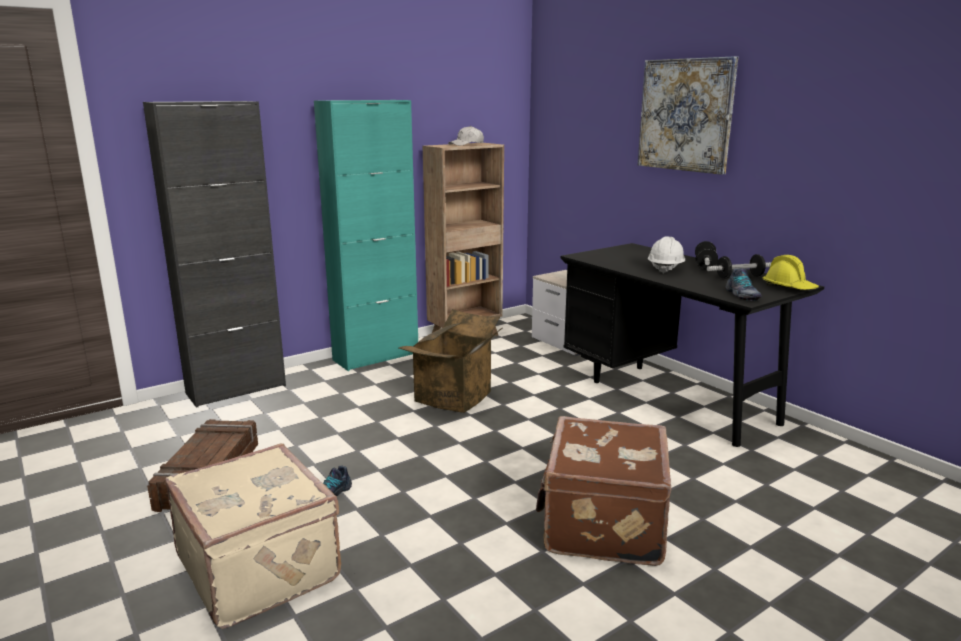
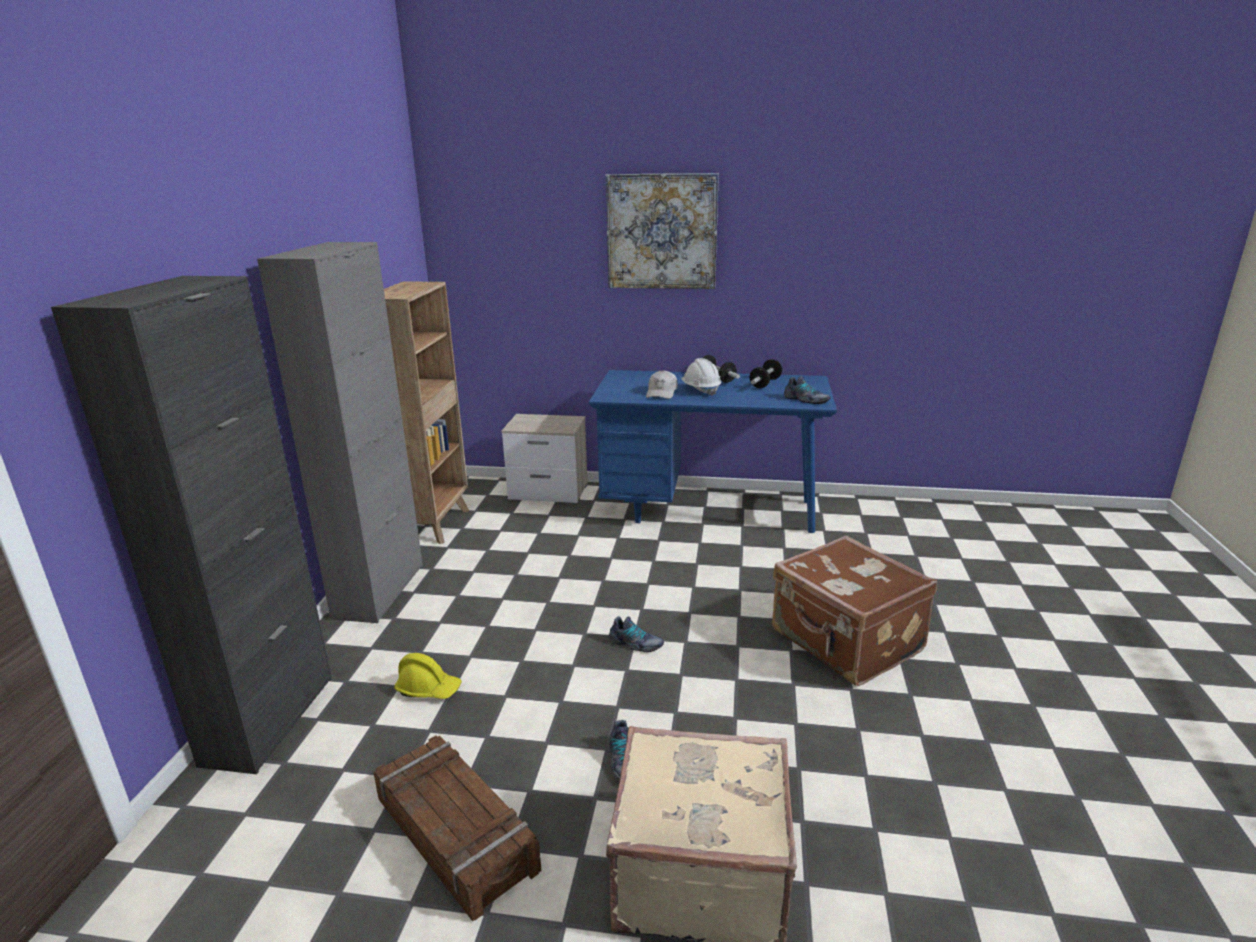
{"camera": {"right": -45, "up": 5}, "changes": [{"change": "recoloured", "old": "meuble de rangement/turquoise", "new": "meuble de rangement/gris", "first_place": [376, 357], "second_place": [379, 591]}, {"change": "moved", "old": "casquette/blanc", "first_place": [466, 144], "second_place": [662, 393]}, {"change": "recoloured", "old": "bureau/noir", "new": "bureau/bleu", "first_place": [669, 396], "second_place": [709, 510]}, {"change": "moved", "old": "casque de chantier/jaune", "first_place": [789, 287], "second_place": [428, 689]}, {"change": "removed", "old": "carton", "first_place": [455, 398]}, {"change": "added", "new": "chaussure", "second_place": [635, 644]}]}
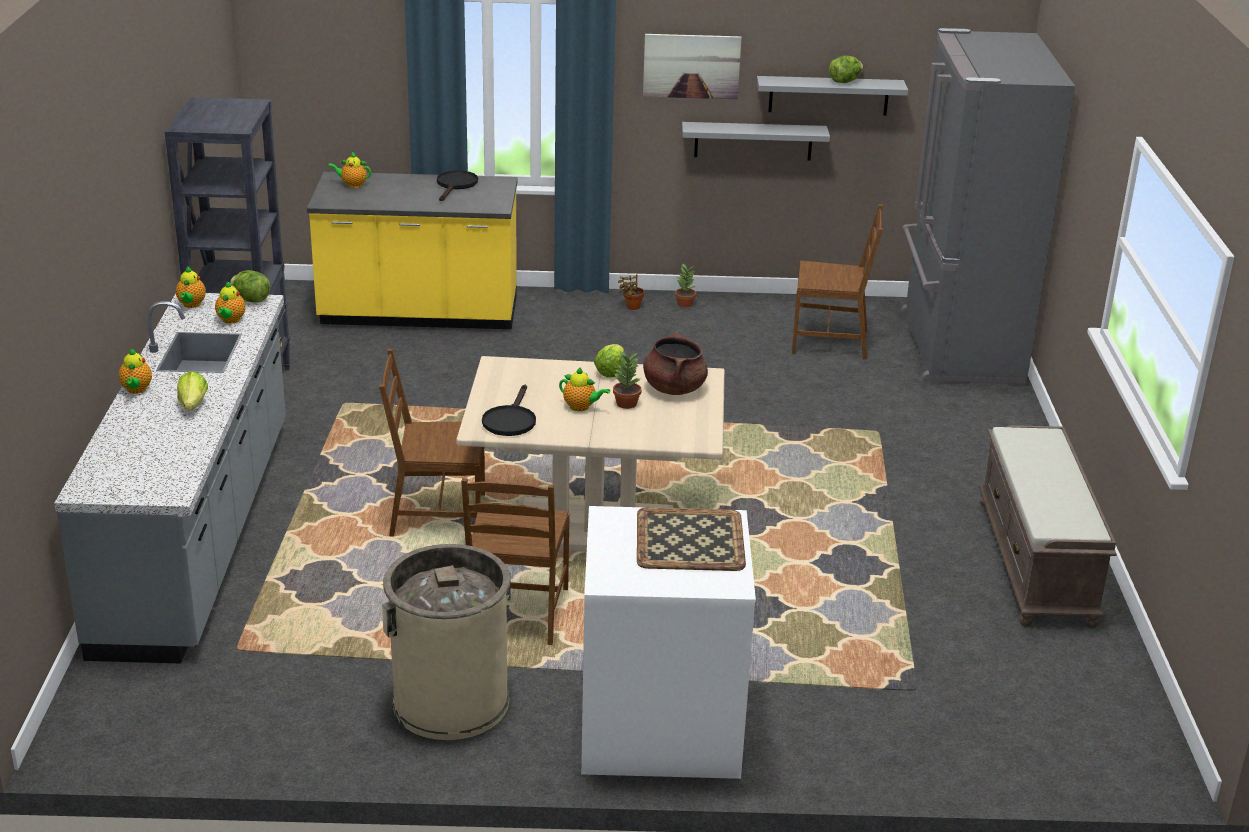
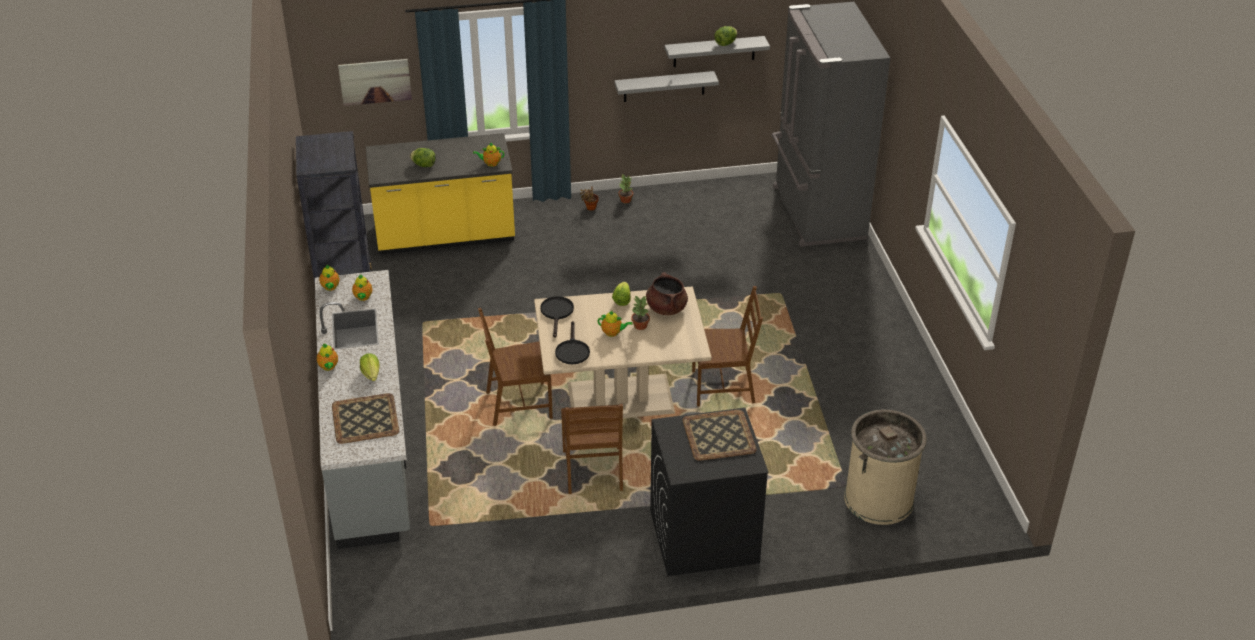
{"camera": {"right": -10, "up": 10}, "changes": [{"change": "moved", "old": "tableau", "first_place": [691, 66], "second_place": [375, 81]}, {"change": "moved", "old": "théière", "first_place": [352, 185], "second_place": [490, 163]}, {"change": "moved", "old": "poêle/noir", "first_place": [455, 185], "second_place": [557, 313]}, {"change": "moved", "old": "chaise/marron", "first_place": [830, 341], "second_place": [723, 387]}, {"change": "moved", "old": "laitue", "first_place": [251, 300], "second_place": [424, 165]}, {"change": "removed", "old": "banc/marron", "first_place": [1037, 562]}, {"change": "recoloured", "old": "lave-linge/blanc", "new": "lave-linge/noir", "first_place": [658, 727], "second_place": [703, 537]}, {"change": "moved", "old": "poubelle/beige", "first_place": [450, 701], "second_place": [878, 499]}, {"change": "added", "new": "plateau", "second_place": [366, 419]}]}
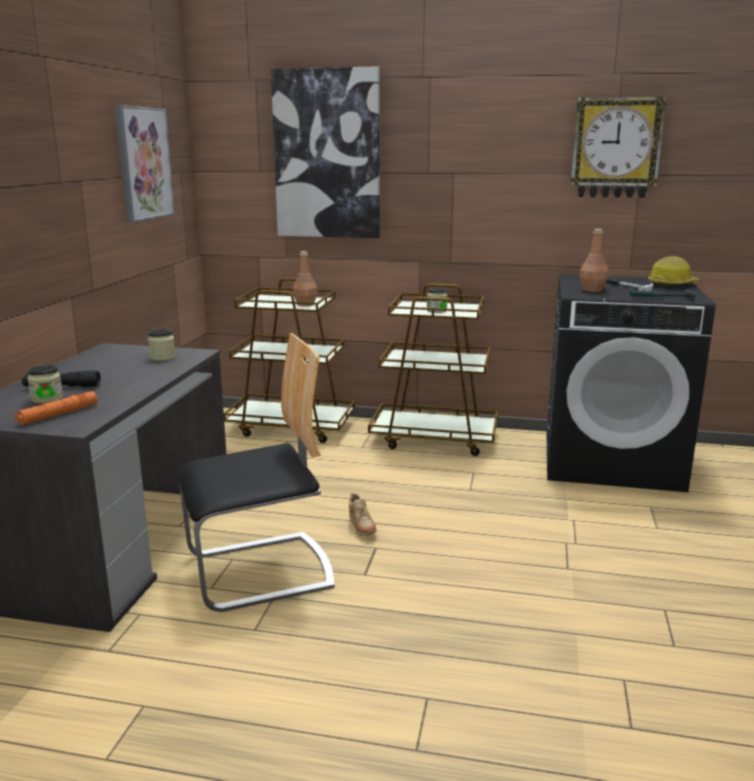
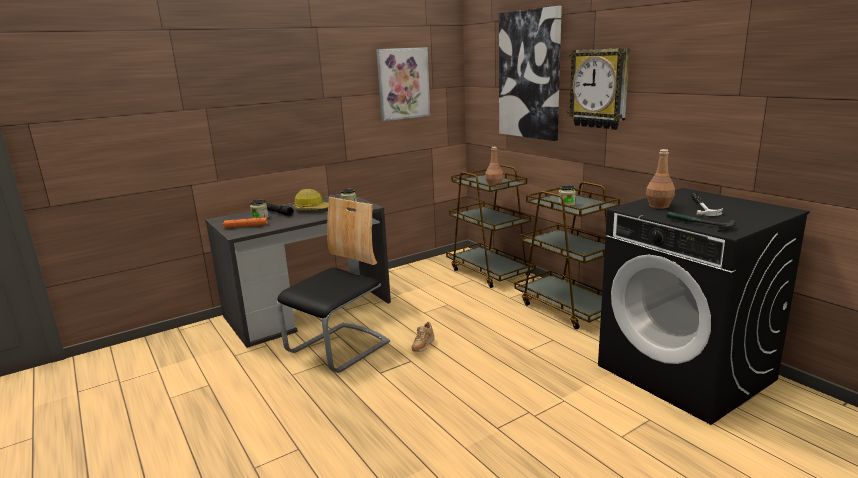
{"camera": {"right": 45, "up": 0}, "changes": [{"change": "moved", "old": "horloge murale", "first_place": [616, 148], "second_place": [599, 88]}, {"change": "moved", "old": "casque de chantier", "first_place": [671, 284], "second_place": [312, 209]}, {"change": "turned", "old": "chaise", "first_place": [260, 571], "second_place": [339, 348], "degrees": -75}]}
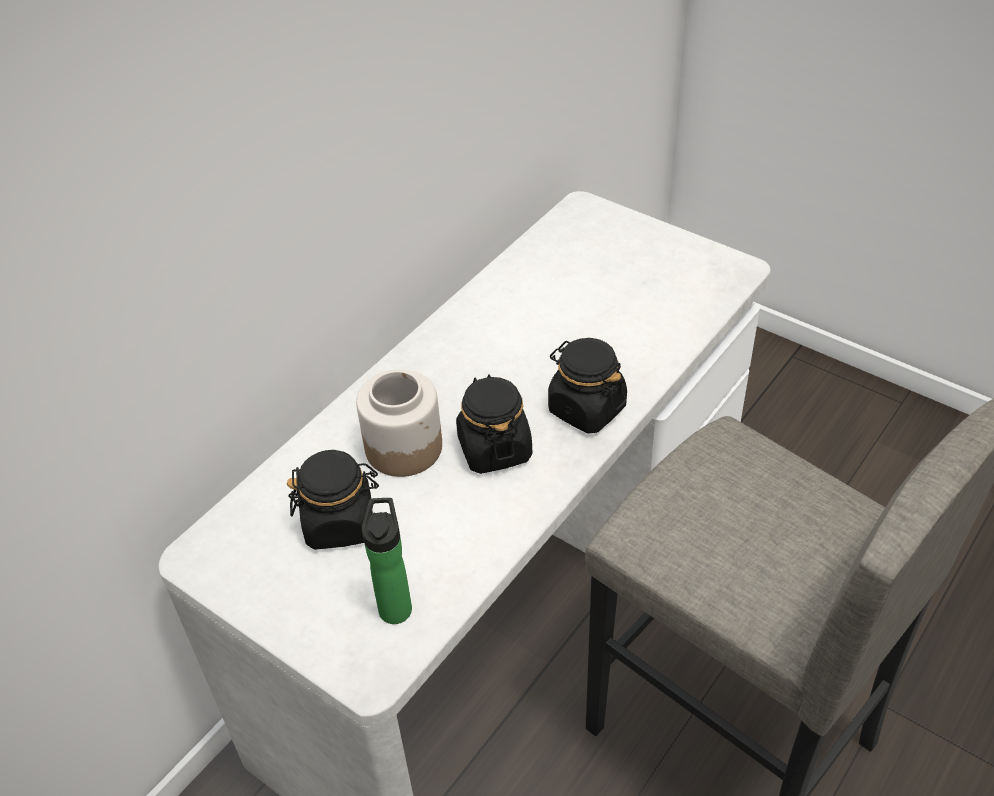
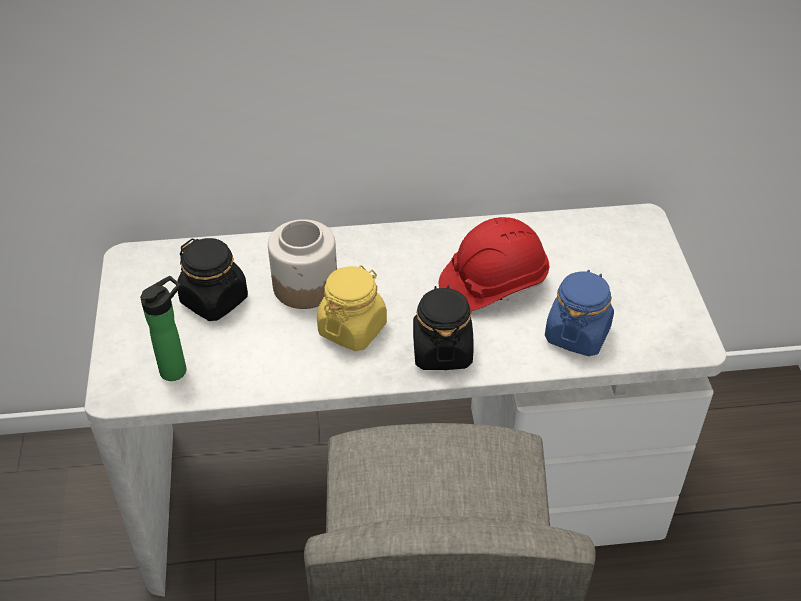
{"camera": {"right": 45, "up": 0}, "changes": [{"change": "recoloured", "old": "bocal/noir", "new": "bocal/jaune", "first_place": [494, 448], "second_place": [352, 328]}, {"change": "added", "new": "casque de chantier/rouge", "second_place": [493, 284]}, {"change": "added", "new": "bocal/bleu", "second_place": [577, 334]}]}
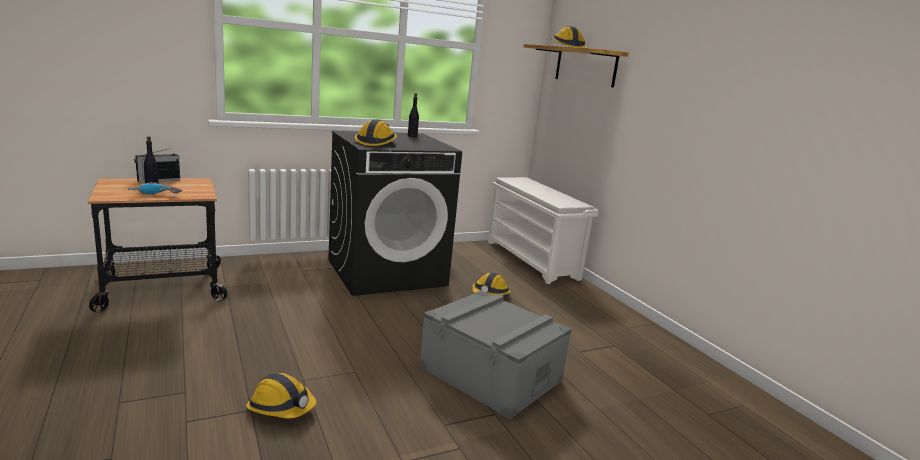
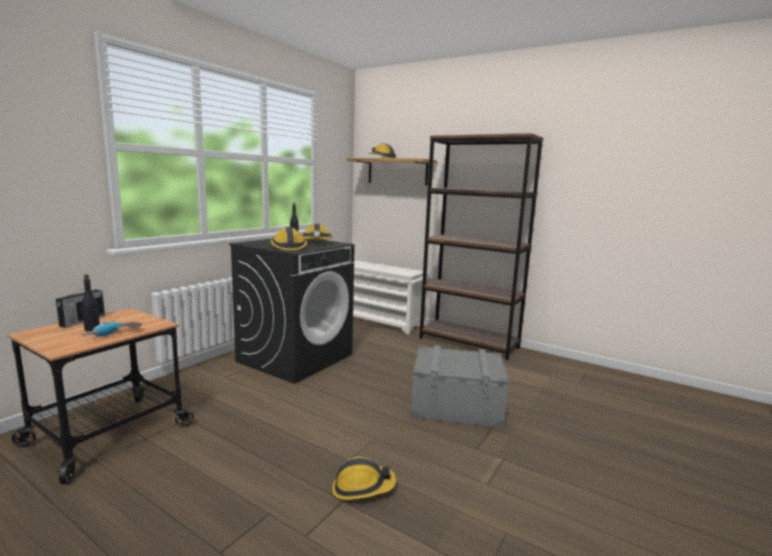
{"camera": {"right": -30, "up": -5}, "changes": [{"change": "moved", "old": "casque de chantier", "first_place": [490, 294], "second_place": [317, 242]}, {"change": "added", "new": "bibliothèque/marron", "second_place": [469, 343]}]}
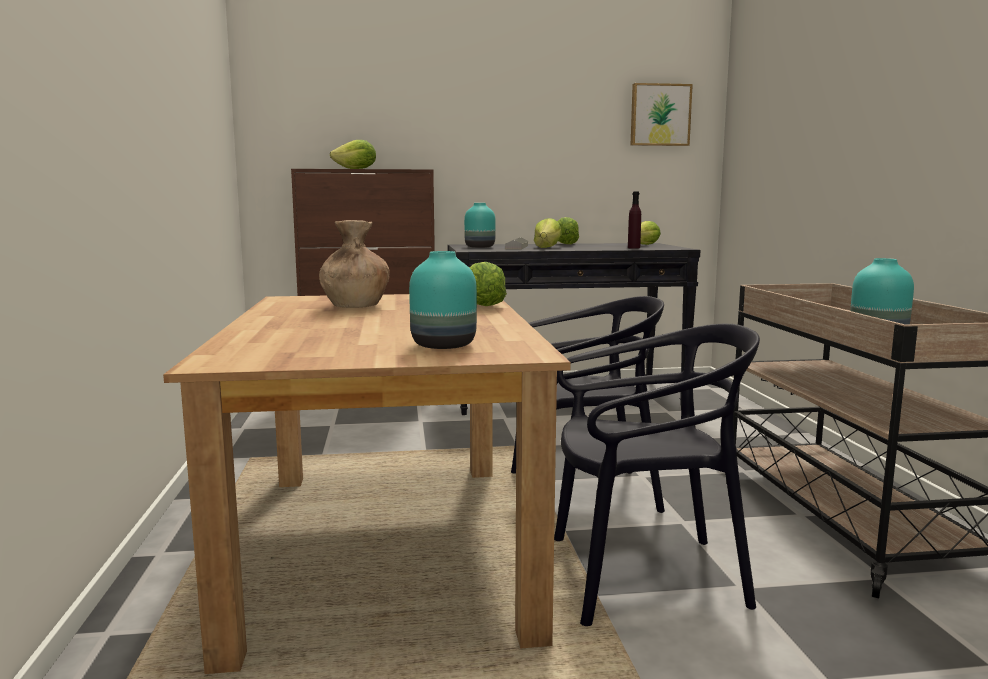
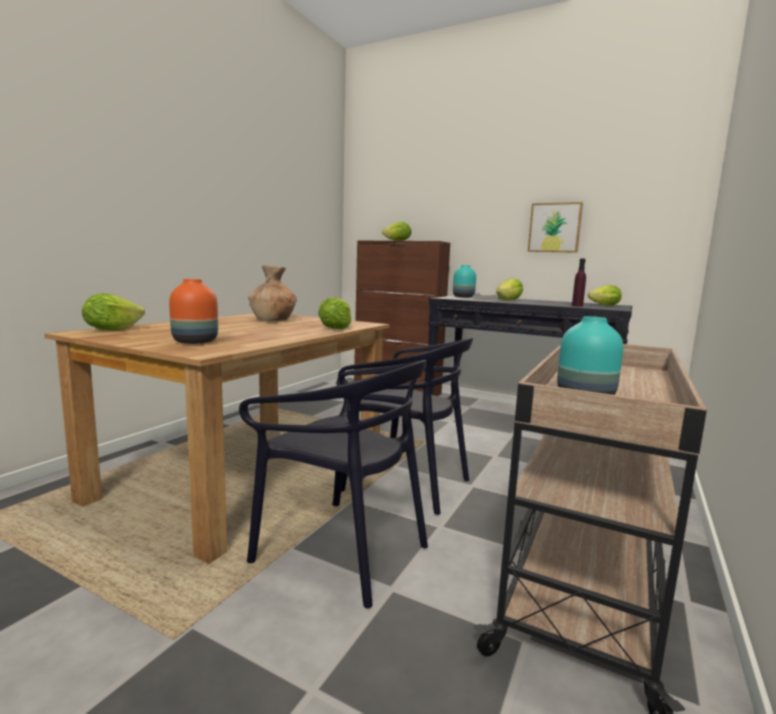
{"camera": {"right": 35, "up": 0}, "changes": [{"change": "moved", "old": "tableau", "first_place": [660, 115], "second_place": [555, 228]}, {"change": "moved", "old": "laitue", "first_place": [565, 244], "second_place": [112, 330]}, {"change": "recoloured", "old": "vase/turquoise", "new": "vase/orange", "first_place": [445, 346], "second_place": [196, 342]}]}
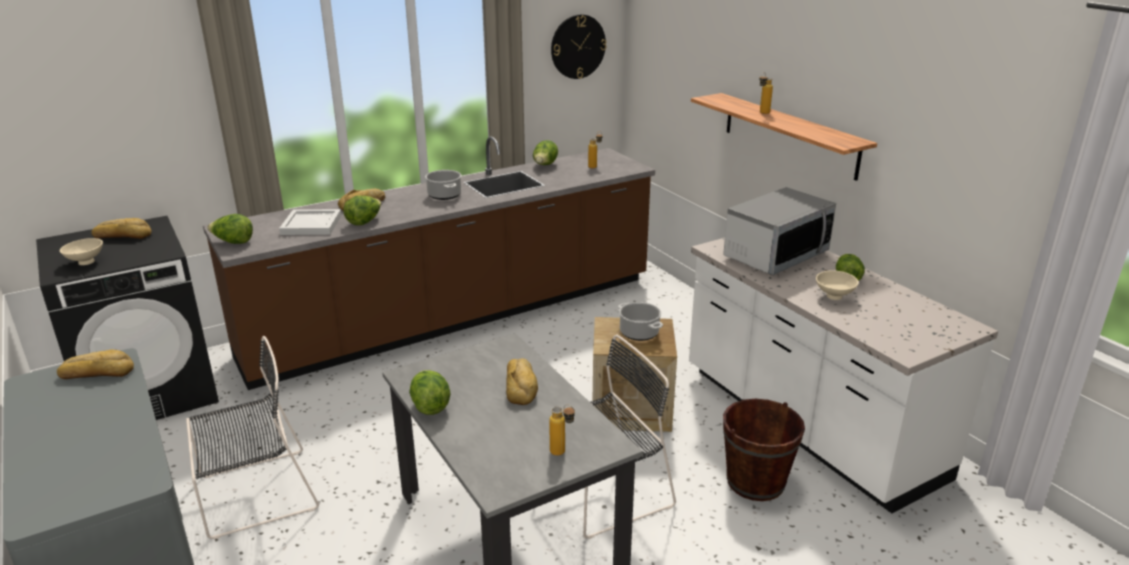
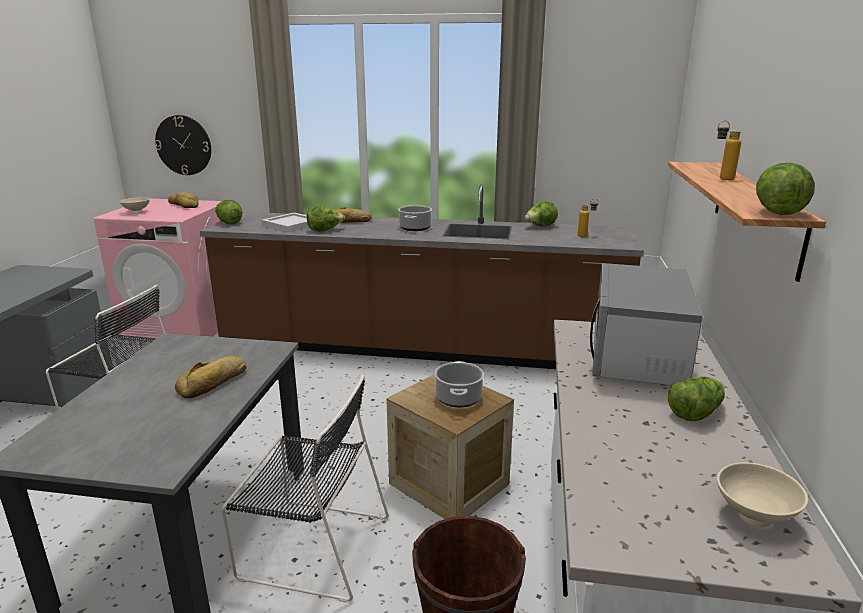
{"camera": {"right": 40, "up": -5}, "changes": [{"change": "moved", "old": "horloge murale", "first_place": [578, 46], "second_place": [184, 145]}, {"change": "turned", "old": "micro-ondes", "first_place": [775, 255], "second_place": [638, 357], "degrees": 105}, {"change": "recoloured", "old": "lave-linge/noir", "new": "lave-linge/rose", "first_place": [149, 392], "second_place": [183, 326]}, {"change": "moved", "old": "bol/beige", "first_place": [835, 297], "second_place": [755, 518]}, {"change": "removed", "old": "pain", "first_place": [97, 372]}, {"change": "moved", "old": "laitue", "first_place": [430, 406], "second_place": [777, 212]}, {"change": "removed", "old": "bouteille", "first_place": [562, 453]}]}
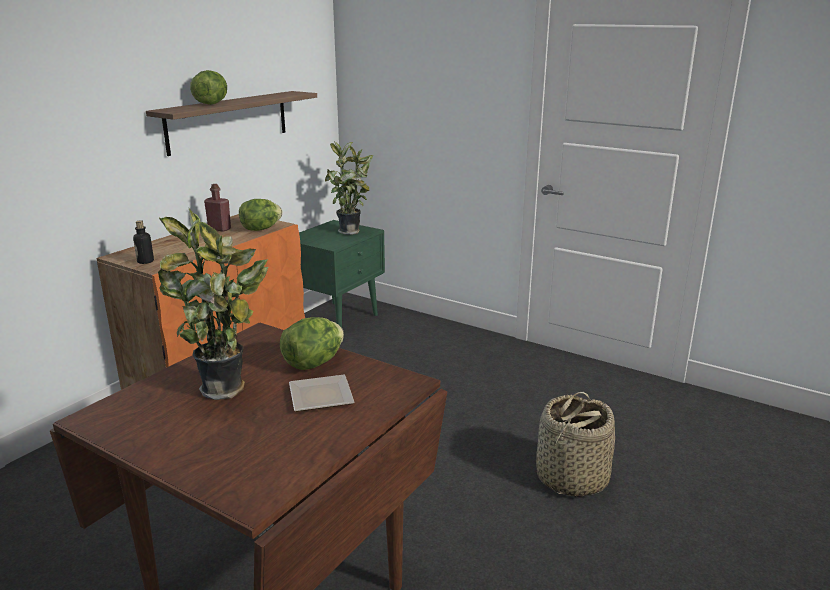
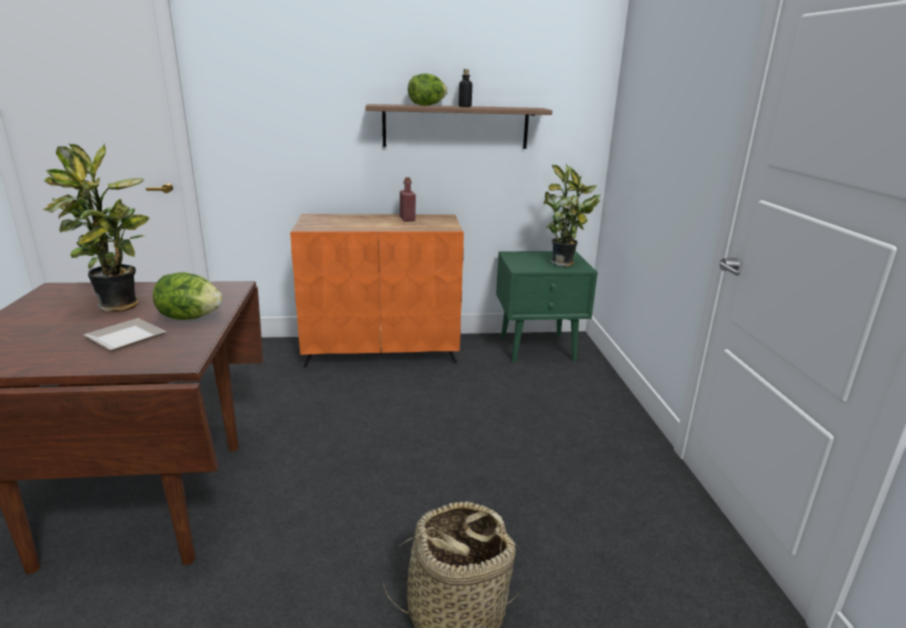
{"camera": {"right": 50, "up": 0}, "changes": [{"change": "removed", "old": "laitue", "first_place": [261, 229]}, {"change": "moved", "old": "bouteille", "first_place": [145, 261], "second_place": [465, 106]}]}
